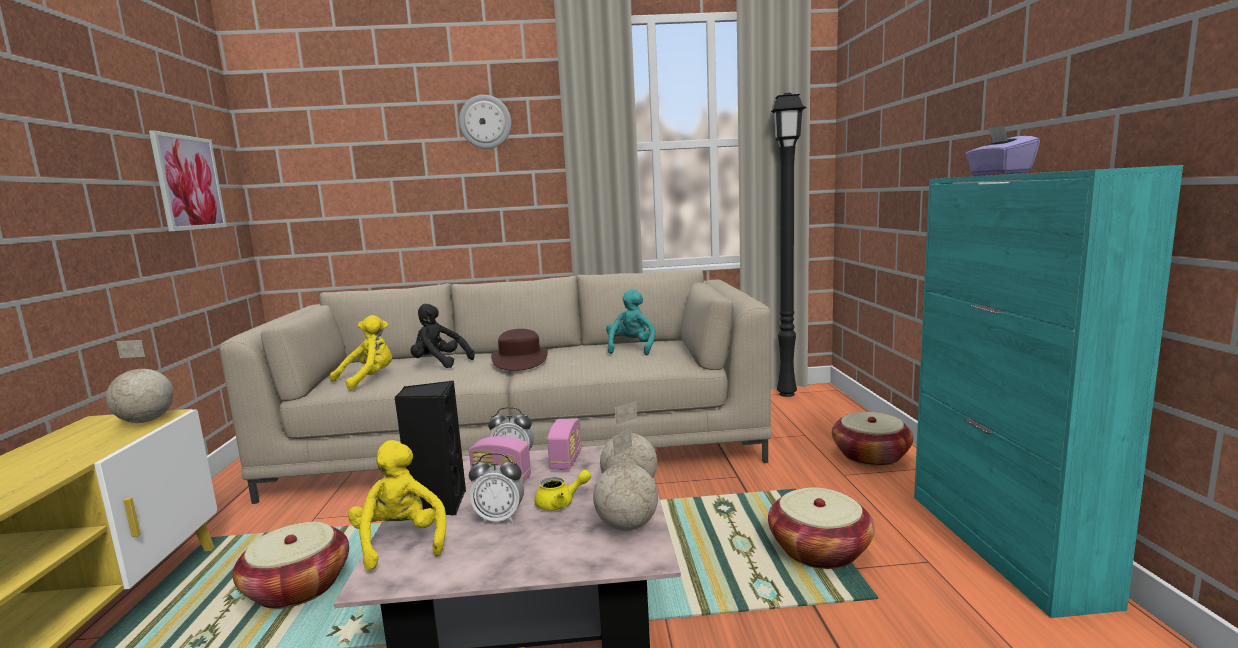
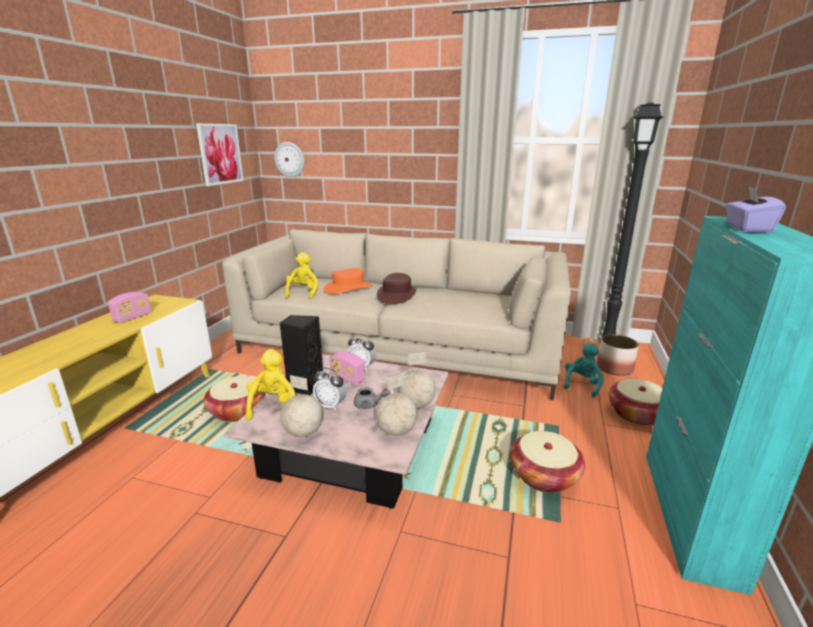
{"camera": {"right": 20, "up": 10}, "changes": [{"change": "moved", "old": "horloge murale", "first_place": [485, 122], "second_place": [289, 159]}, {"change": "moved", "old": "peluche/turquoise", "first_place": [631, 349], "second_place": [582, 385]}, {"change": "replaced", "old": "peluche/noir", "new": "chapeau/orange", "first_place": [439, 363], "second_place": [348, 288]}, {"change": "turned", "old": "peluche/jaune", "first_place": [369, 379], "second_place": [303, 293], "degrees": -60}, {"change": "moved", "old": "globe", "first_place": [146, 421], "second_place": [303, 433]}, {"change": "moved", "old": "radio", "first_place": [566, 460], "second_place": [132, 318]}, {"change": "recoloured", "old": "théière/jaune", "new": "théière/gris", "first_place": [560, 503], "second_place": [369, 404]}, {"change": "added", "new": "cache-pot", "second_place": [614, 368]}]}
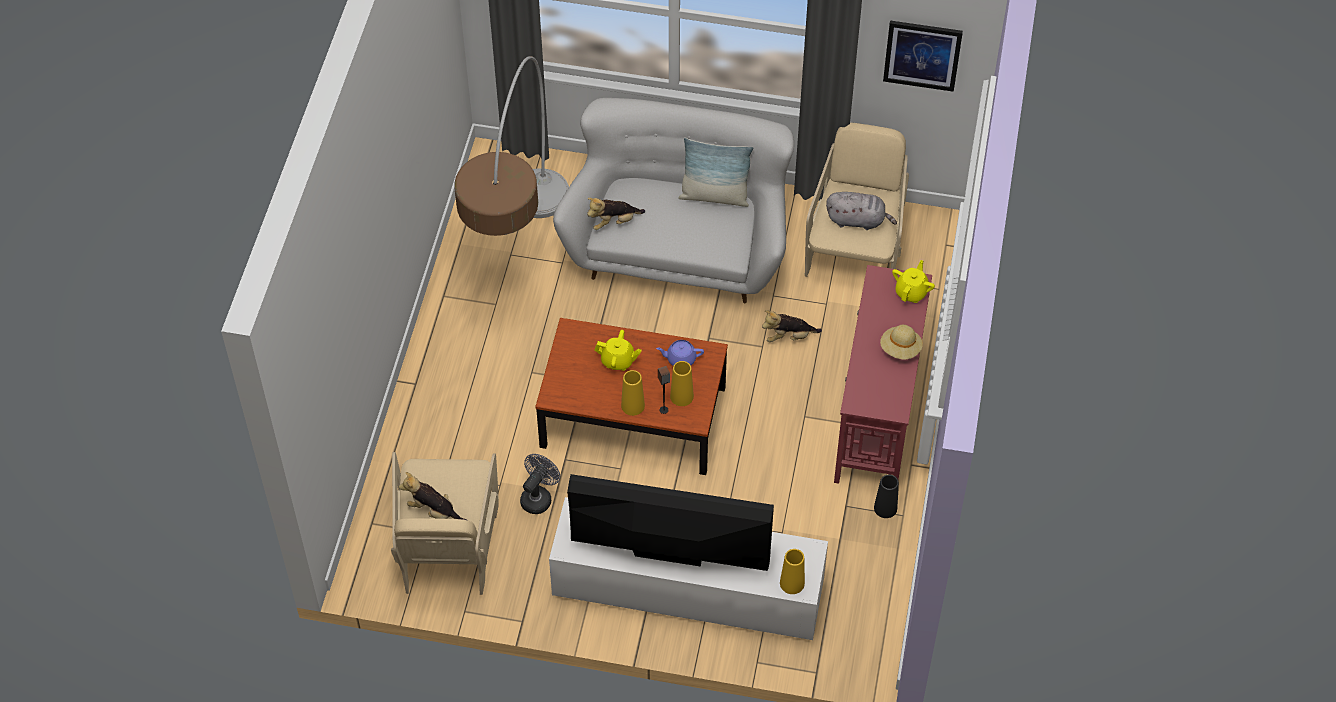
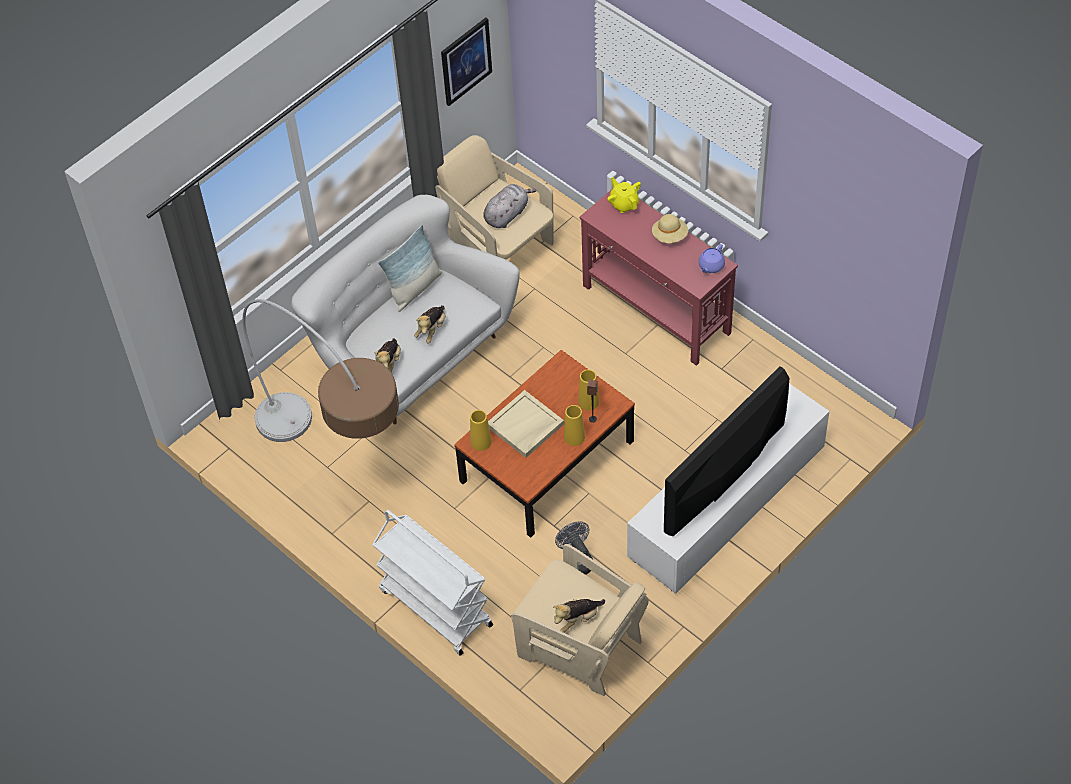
{"camera": {"right": -55, "up": 0}, "changes": [{"change": "moved", "old": "peluche", "first_place": [788, 337], "second_place": [432, 329]}, {"change": "replaced", "old": "théière/jaune", "new": "plateau/beige", "first_place": [618, 361], "second_place": [525, 426]}, {"change": "moved", "old": "théière/violet", "first_place": [680, 359], "second_place": [711, 266]}, {"change": "removed", "old": "vase/noir", "first_place": [885, 508]}, {"change": "moved", "old": "vase/jaune", "first_place": [792, 583], "second_place": [481, 442]}, {"change": "added", "new": "chariot/blanc", "second_place": [434, 607]}]}
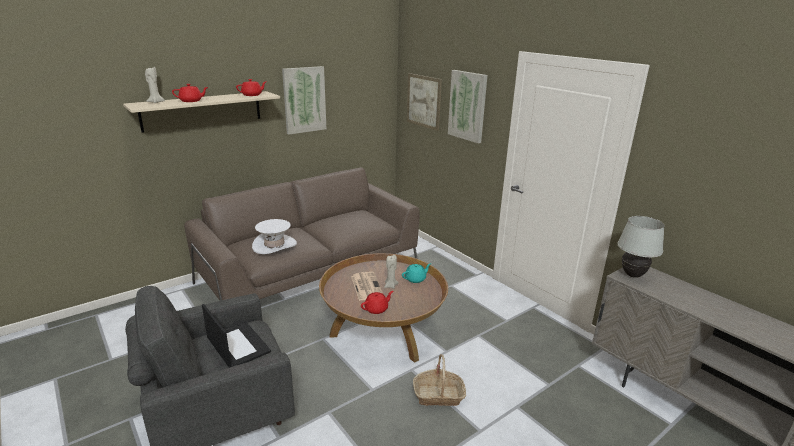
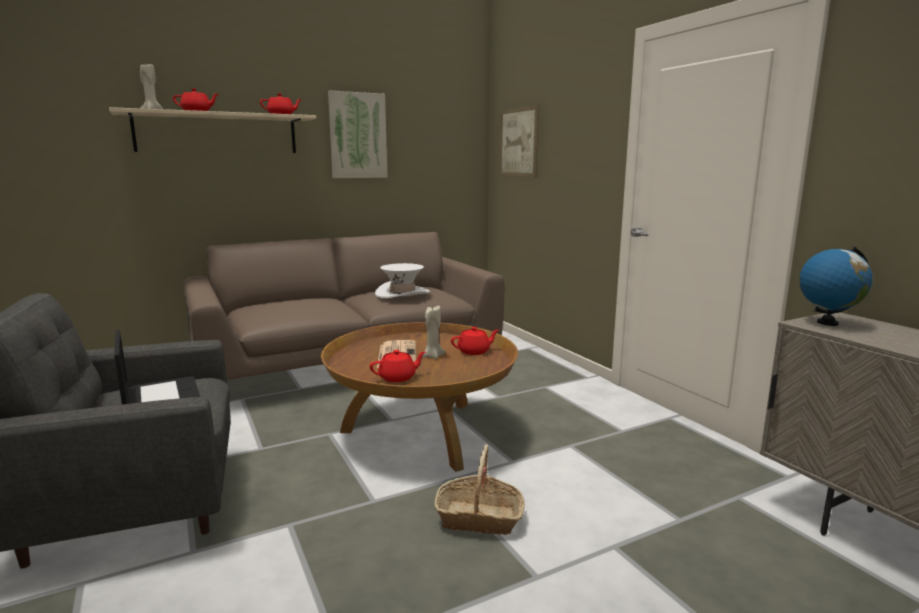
{"camera": {"right": 10, "up": -10}, "changes": [{"change": "removed", "old": "tableau", "first_place": [467, 106]}, {"change": "replaced", "old": "lampe de table/blanc", "new": "globe", "first_place": [632, 275], "second_place": [827, 323]}, {"change": "moved", "old": "chapeau/blanc", "first_place": [274, 245], "second_place": [402, 293]}, {"change": "recoloured", "old": "théière/turquoise", "new": "théière/rouge", "first_place": [416, 279], "second_place": [474, 351]}]}
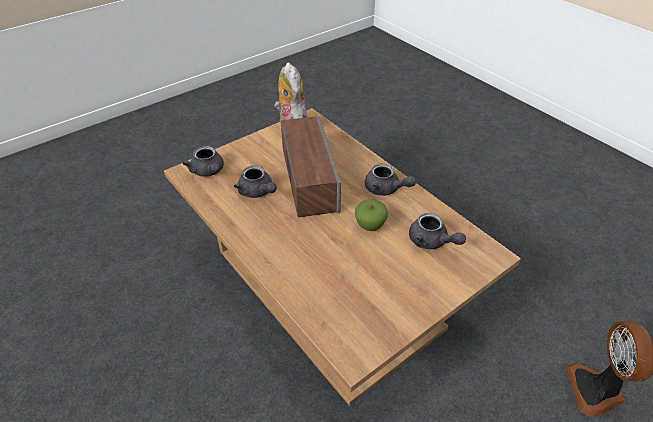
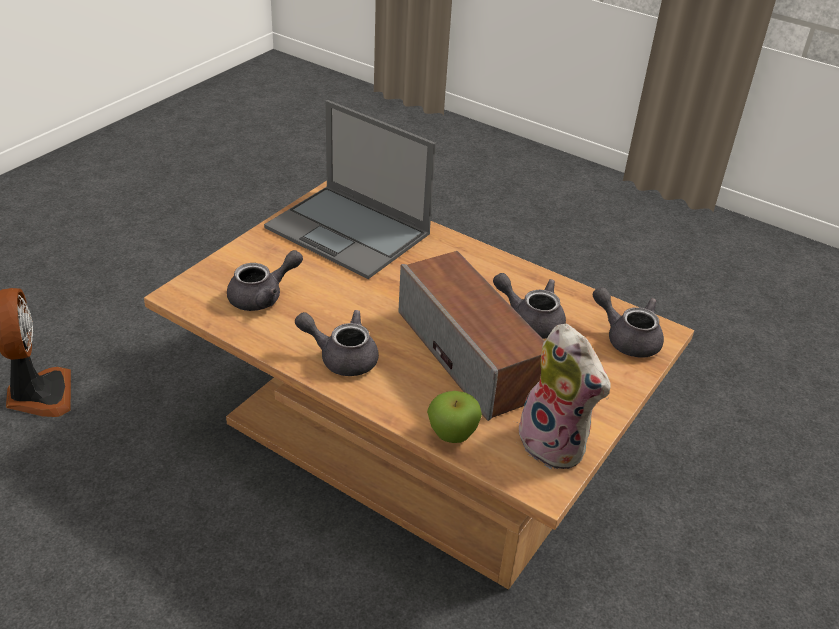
{"camera": {"right": 160, "up": -5}, "changes": [{"change": "moved", "old": "pomme", "first_place": [370, 226], "second_place": [452, 435]}, {"change": "turned", "old": "théière/gris", "first_place": [431, 242], "second_place": [263, 296], "degrees": 120}, {"change": "added", "new": "ordinateur portable", "second_place": [349, 231]}]}
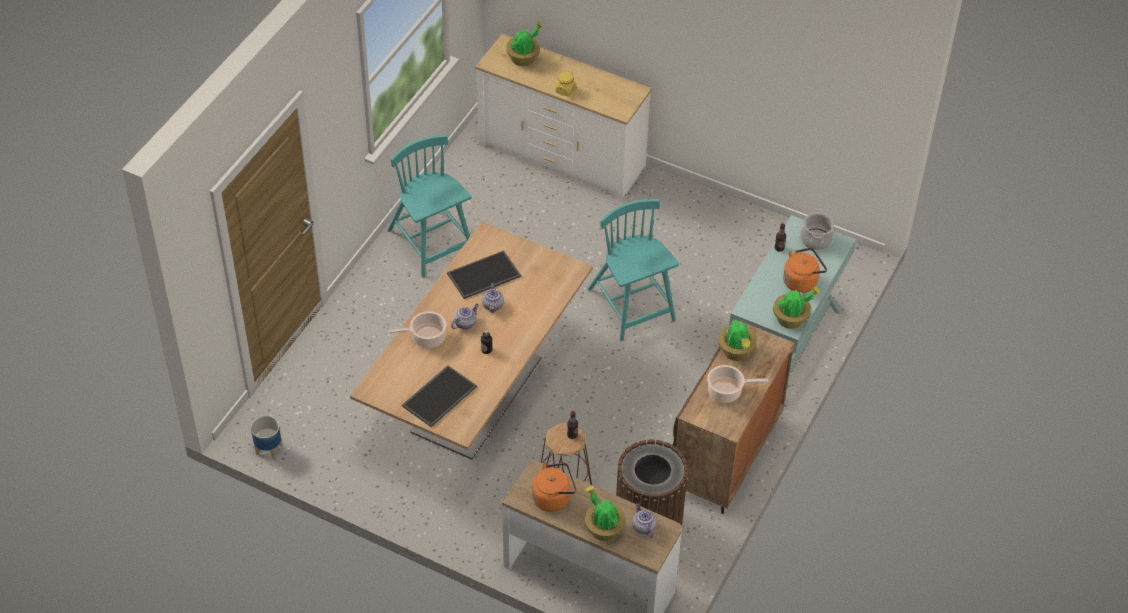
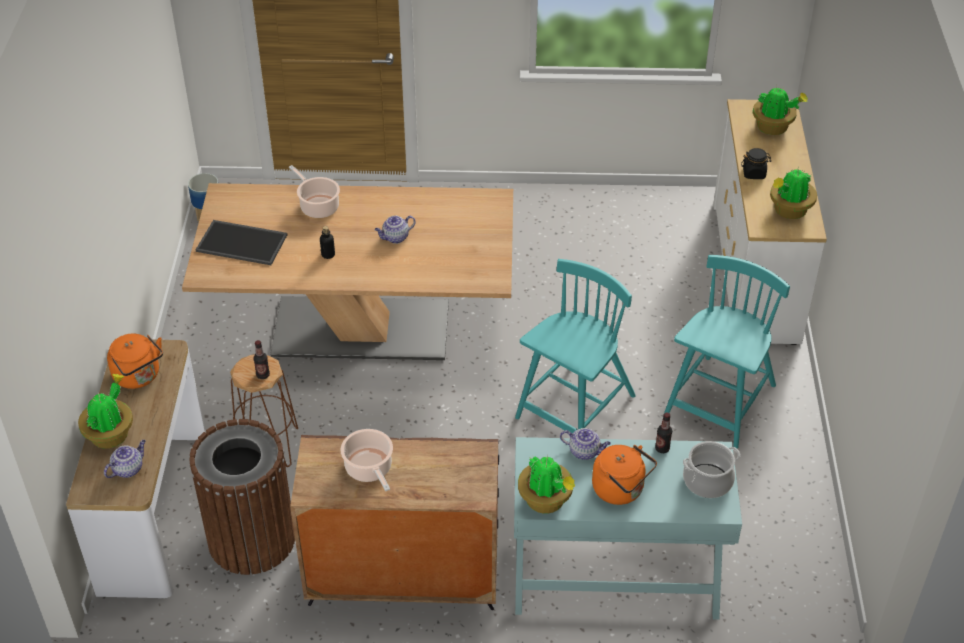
{"camera": {"right": 65, "up": -5}, "changes": [{"change": "recoloured", "old": "bocal/jaune", "new": "bocal/noir", "first_place": [565, 90], "second_place": [754, 173]}, {"change": "moved", "old": "chaise/turquoise", "first_place": [431, 243], "second_place": [719, 403]}, {"change": "removed", "old": "plateau", "first_place": [483, 276]}, {"change": "moved", "old": "théière", "first_place": [465, 323], "second_place": [585, 451]}, {"change": "moved", "old": "plante en pot", "first_place": [736, 352], "second_place": [789, 211]}]}
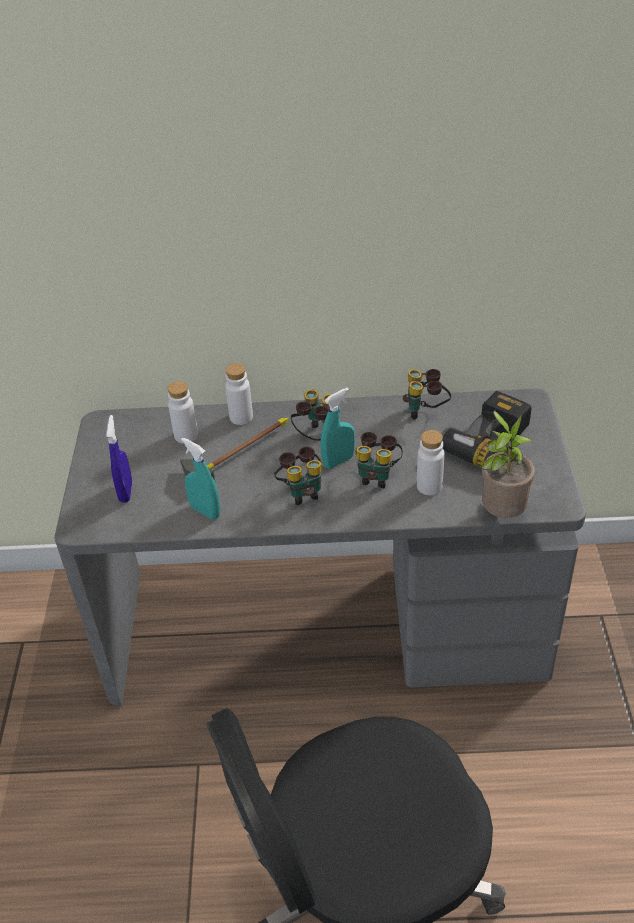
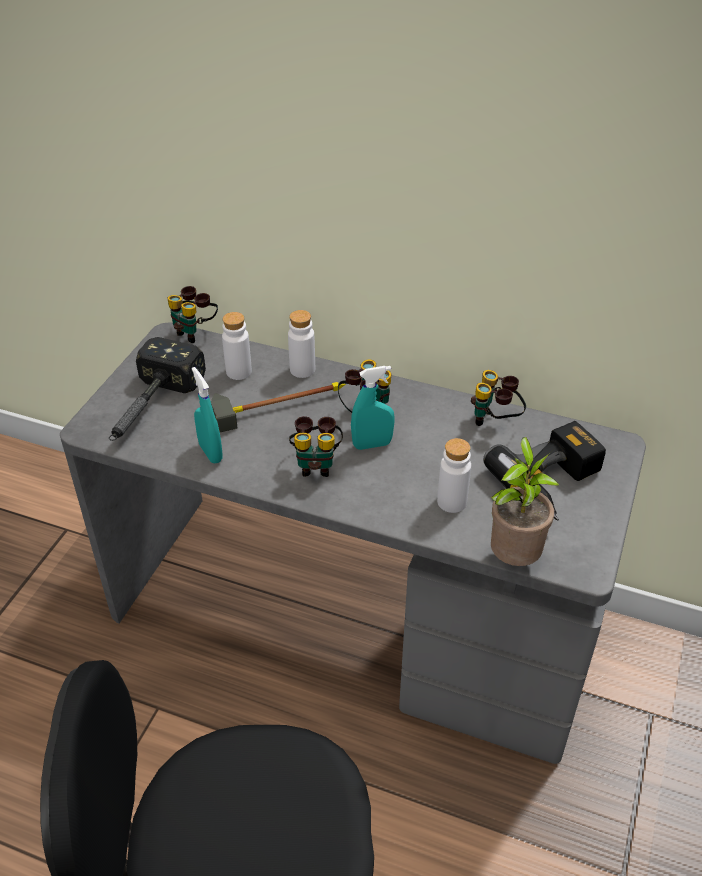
{"camera": {"right": 20, "up": 0}, "changes": [{"change": "replaced", "old": "vaporisateur/bleu", "new": "marteau", "first_place": [126, 492], "second_place": [149, 409]}, {"change": "moved", "old": "jumelles", "first_place": [377, 476], "second_place": [195, 332]}]}
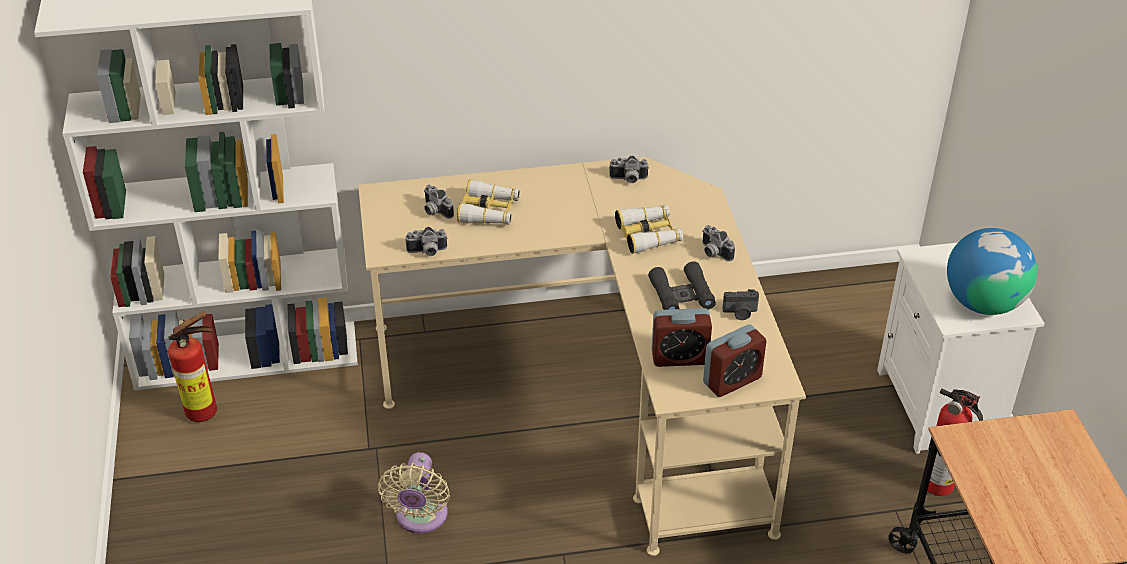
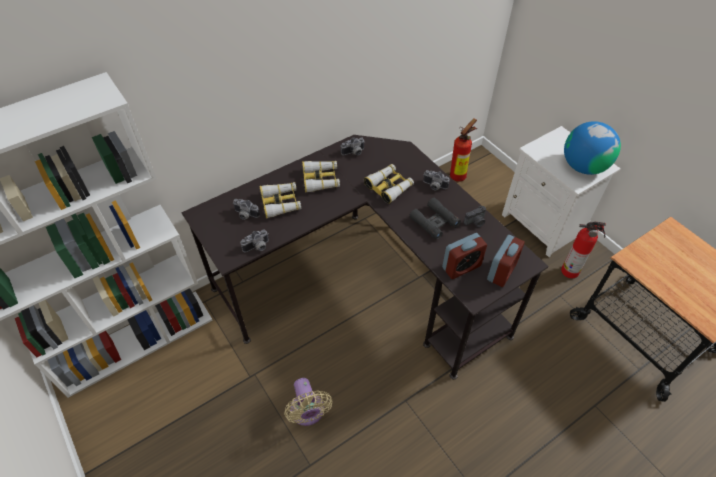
{"camera": {"right": -25, "up": 10}, "changes": [{"change": "recoloured", "old": "bureau/beige", "new": "bureau/noir", "first_place": [595, 391], "second_place": [364, 283]}, {"change": "moved", "old": "extincteur", "first_place": [207, 412], "second_place": [459, 175]}, {"change": "added", "new": "jumelles", "second_place": [321, 179]}]}
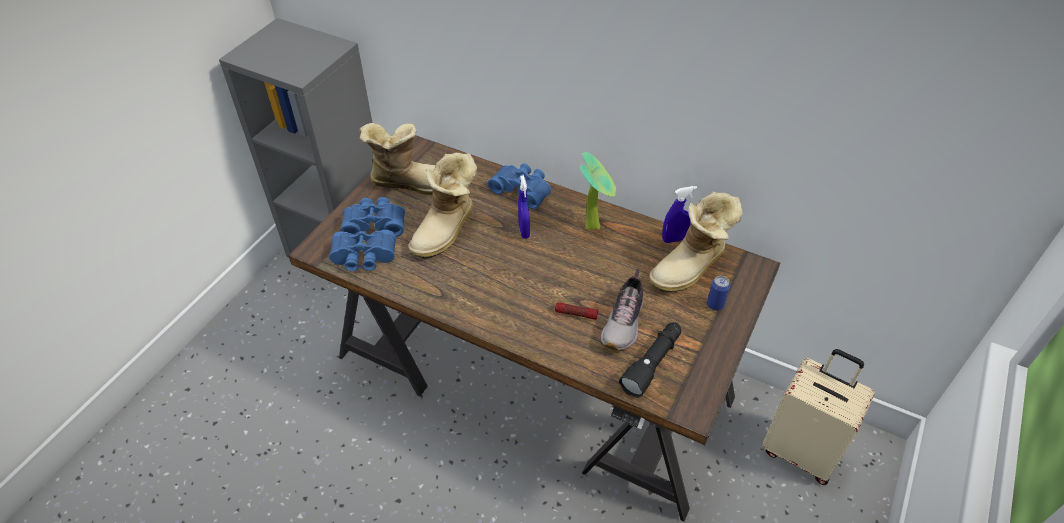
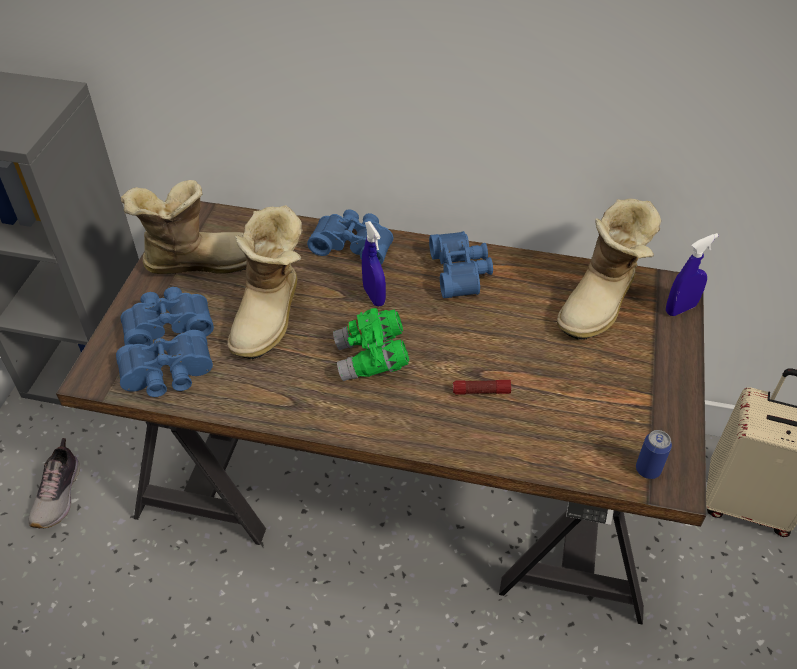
{"camera": {"right": -15, "up": 0}, "changes": [{"change": "replaced", "old": "plante en pot", "new": "jumelles/bleu", "first_place": [594, 225], "second_place": [461, 272]}, {"change": "moved", "old": "vaporisateur/bleu", "first_place": [675, 239], "second_place": [680, 309]}, {"change": "moved", "old": "chaussure", "first_place": [624, 322], "second_place": [59, 495]}, {"change": "moved", "old": "boîte métallique", "first_place": [715, 305], "second_place": [648, 470]}, {"change": "removed", "old": "lampe de poche/noir", "first_place": [652, 363]}, {"change": "added", "new": "jumelles/vert", "second_place": [371, 359]}]}
